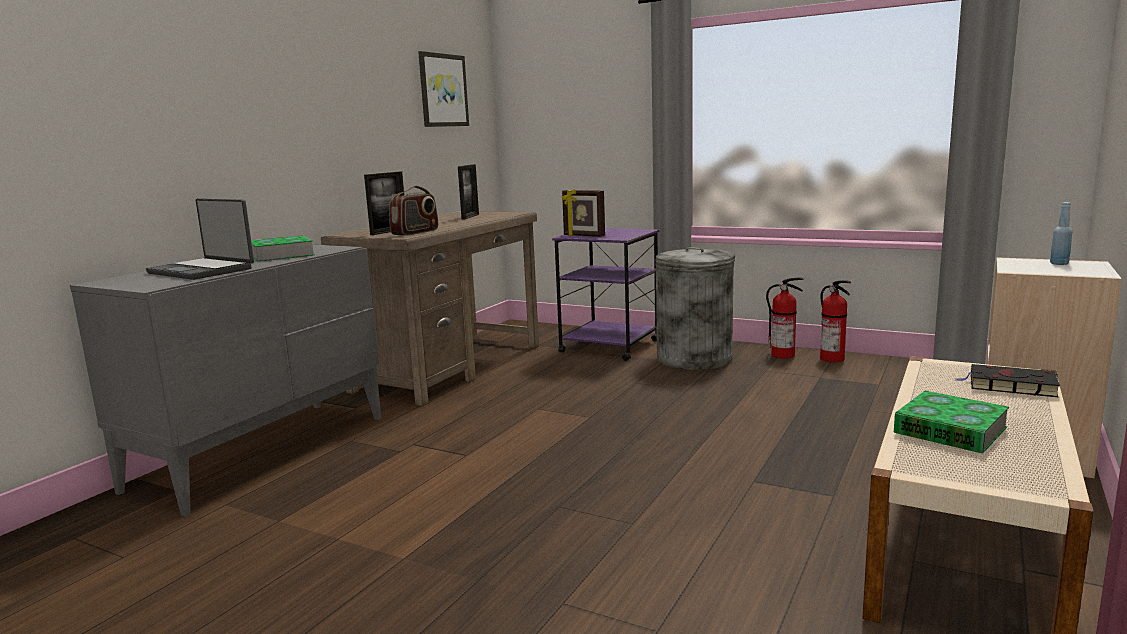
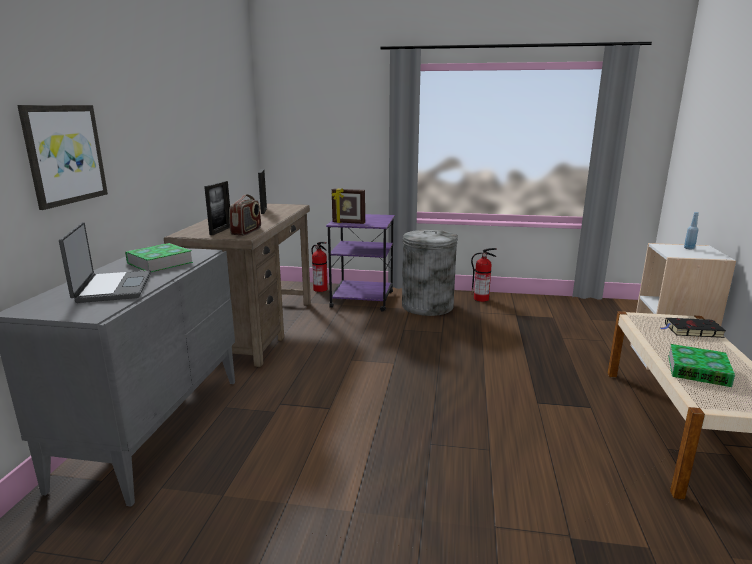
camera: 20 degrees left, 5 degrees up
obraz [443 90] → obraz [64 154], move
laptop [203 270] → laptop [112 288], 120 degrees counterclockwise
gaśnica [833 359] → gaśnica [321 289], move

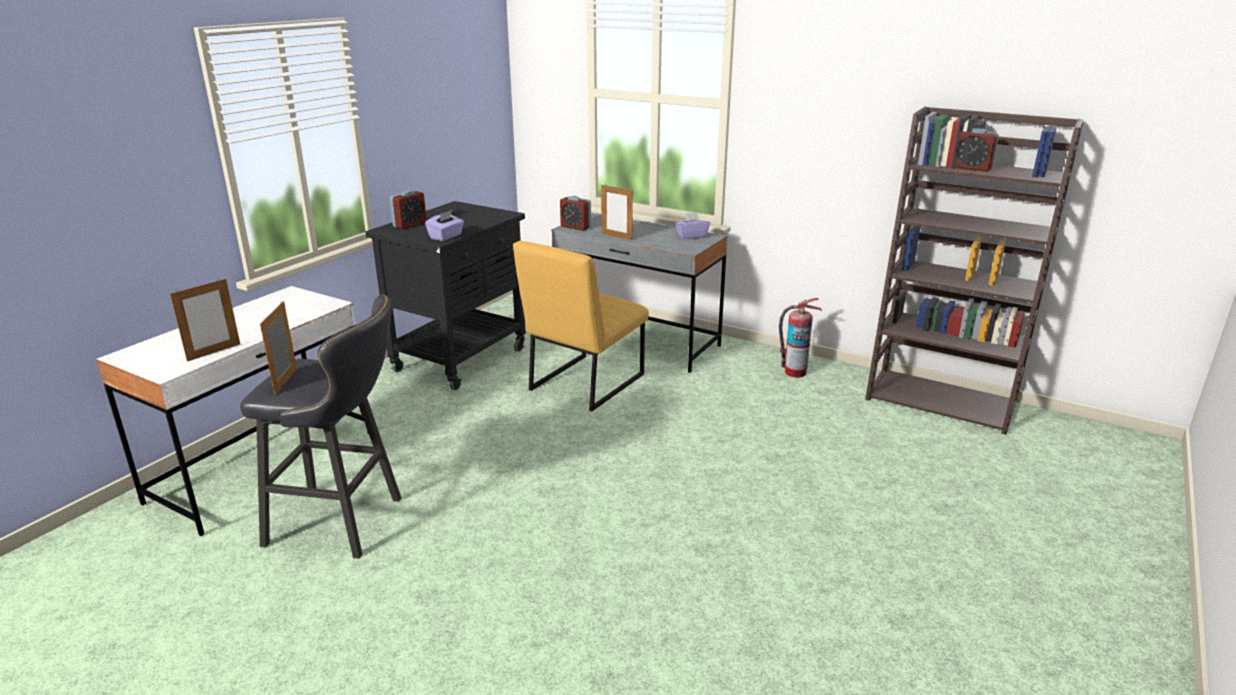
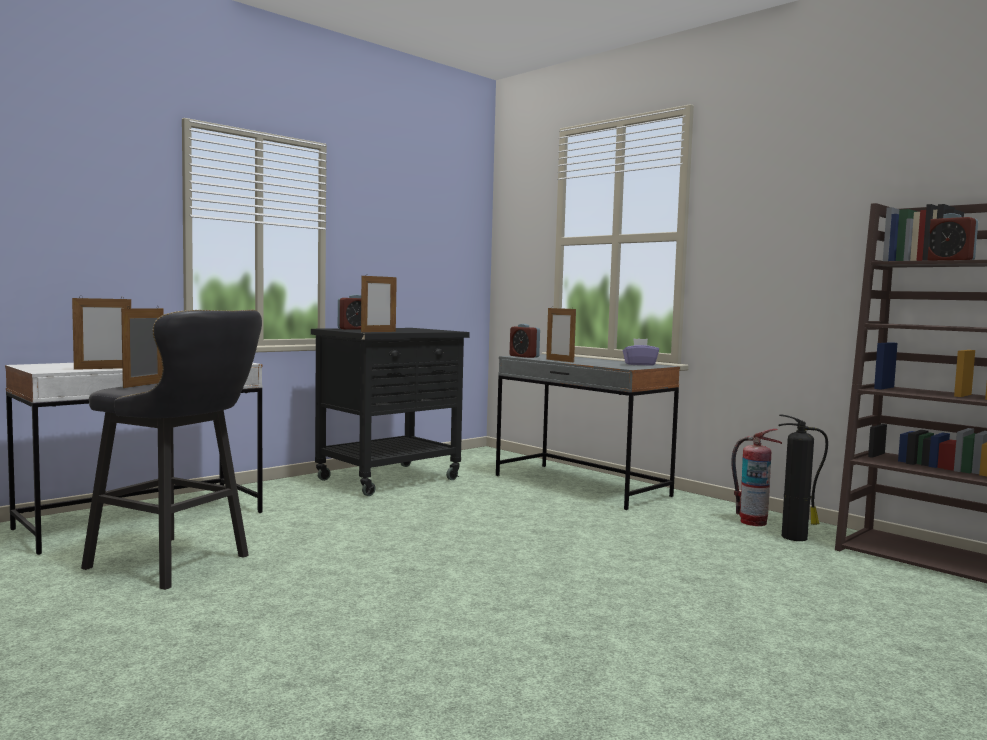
camera: 15 degrees right, 20 degrees down
pudełko chusteczek (fioletowy) [446 237] → ramka na zdjęcie [378 332]
- → gaśnica [796 537]
krzesło (żółty) [584 383] → -

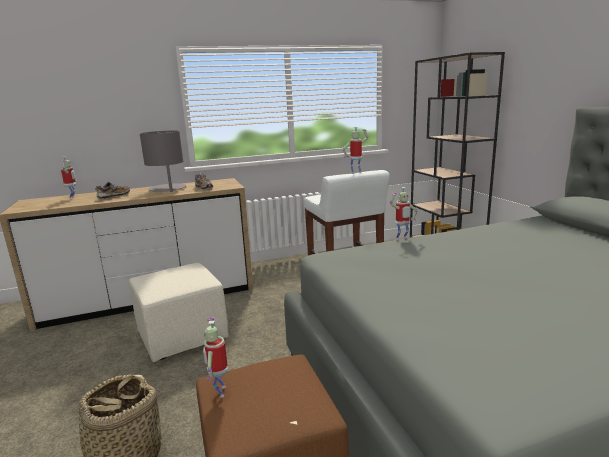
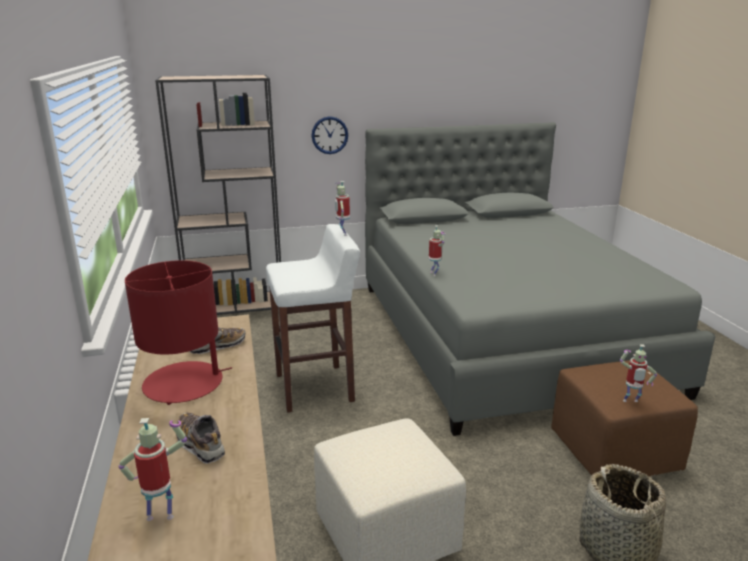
camera: 85 degrees left, 5 degrees up
lampa stołowa (szary) [168 189] → lampa stołowa (czerwony) [184 383]
- → zegar ścienny [329 135]

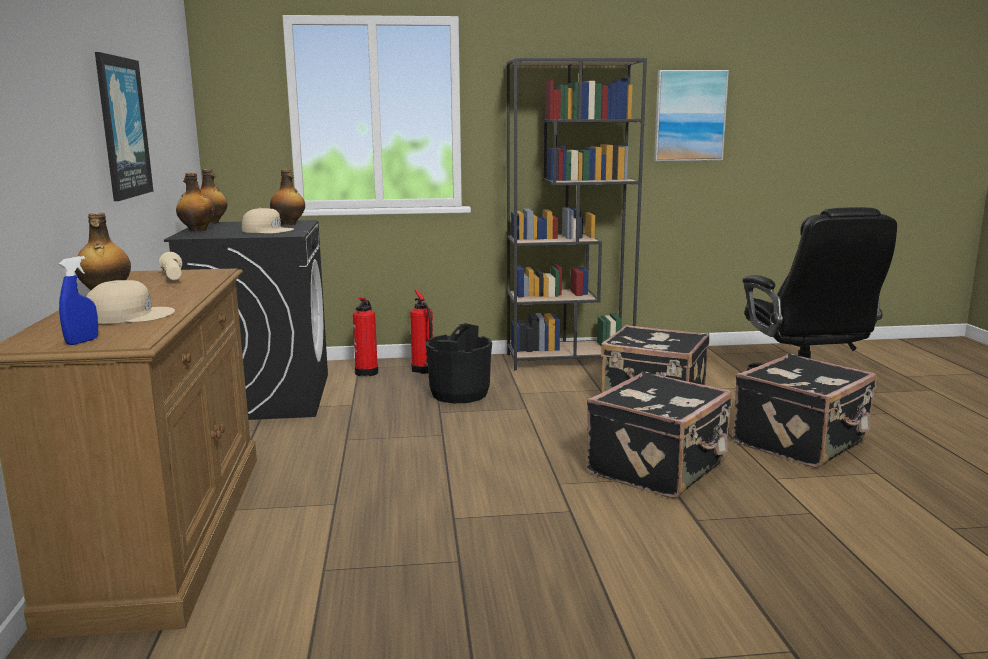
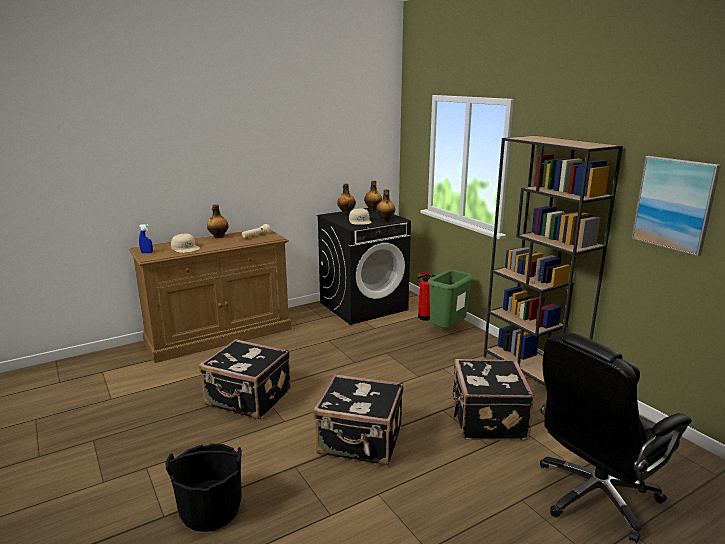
camera: 65 degrees right, 5 degrees up
wiadro (czarny) [459 394] → wiadro (czarny) [210 510], move
walizka (czarny) [802 442] → walizka (czarny) [248 399], move
gaśnica [423 371] → kosz na śmieci (zielony) [447 330]
obraz [122 127] → -

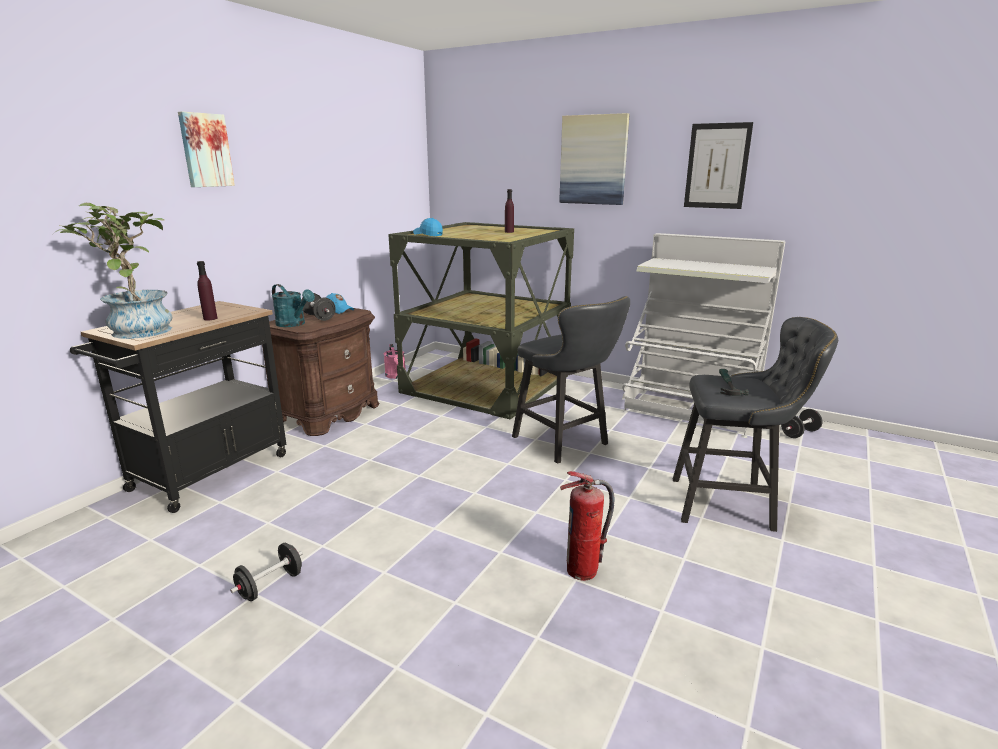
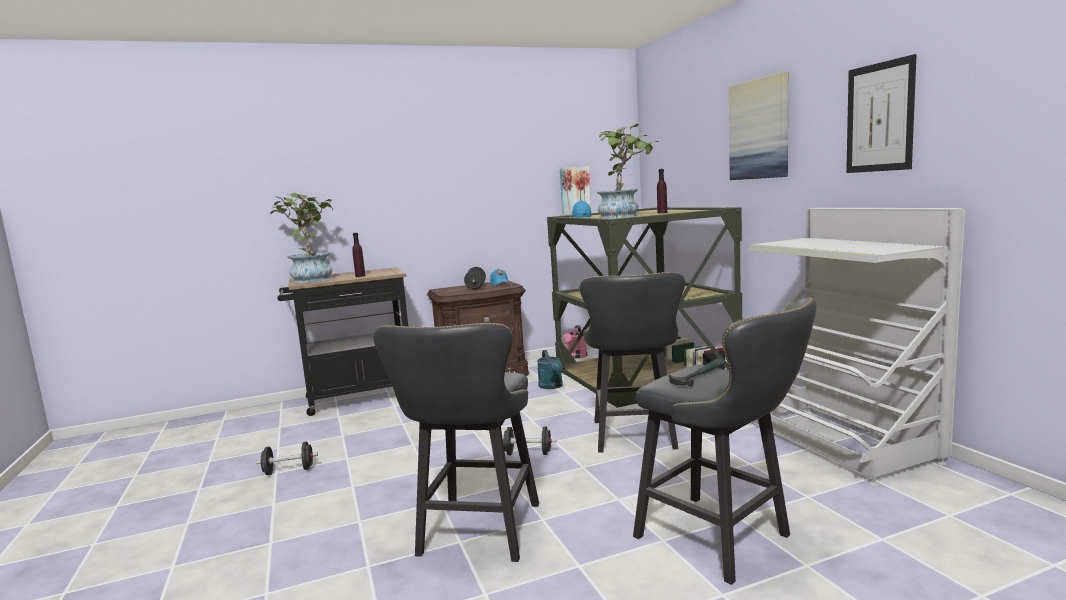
camera: 40 degrees right, 10 degrees down
gaśnica [583 570] → stołek (szary) [476 538]
hantel (czarny) [799 433] → hantel (czarny) [528 453], move
konewka (turkusowy) [294 324] → konewka (turkusowy) [552 386], move
obraz [205 150] → obraz [574 190], move
- → roślina doniczkowa [625 216]

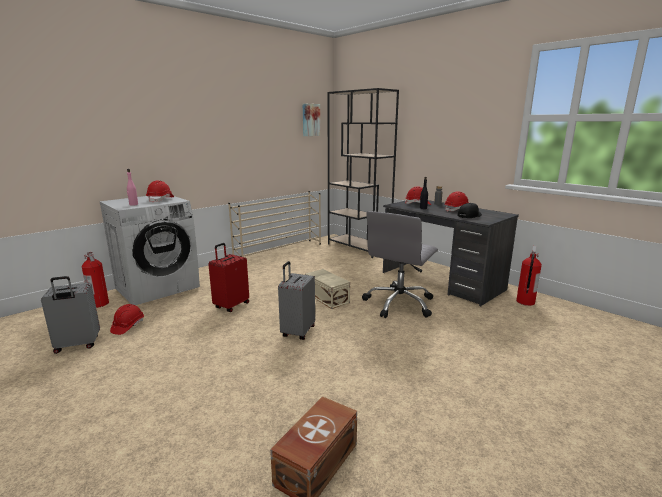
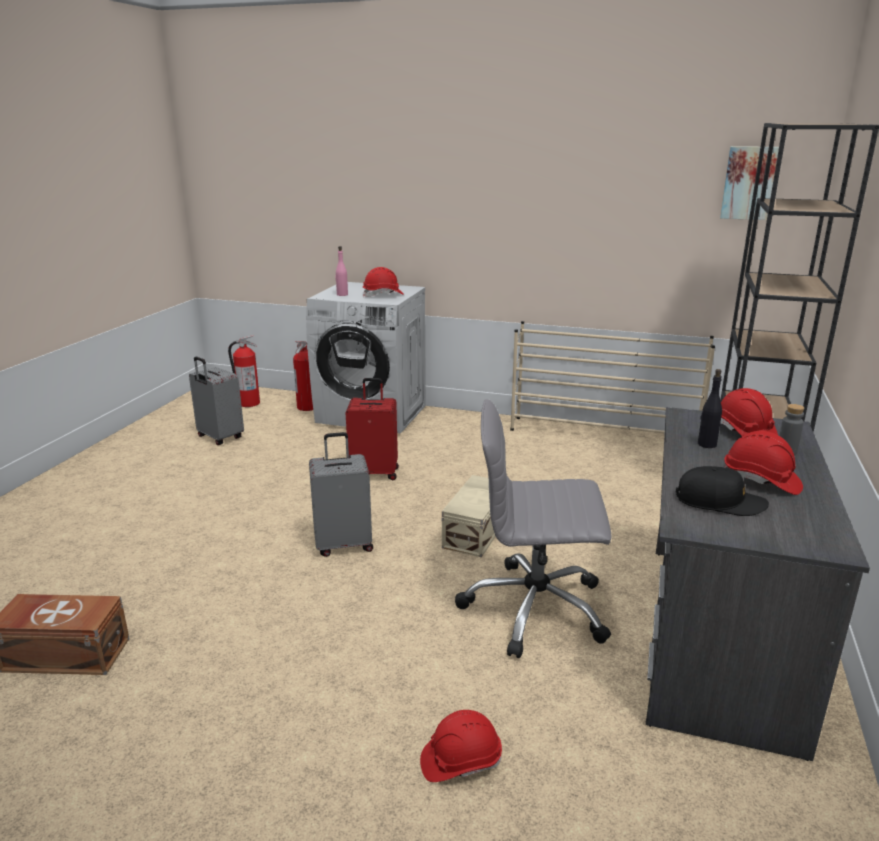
camera: 60 degrees right, 5 degrees up
gaśnica [525 302] → gaśnica [249 403], move
kask (czerwony) [128 326] → kask (czerwony) [460 761], move

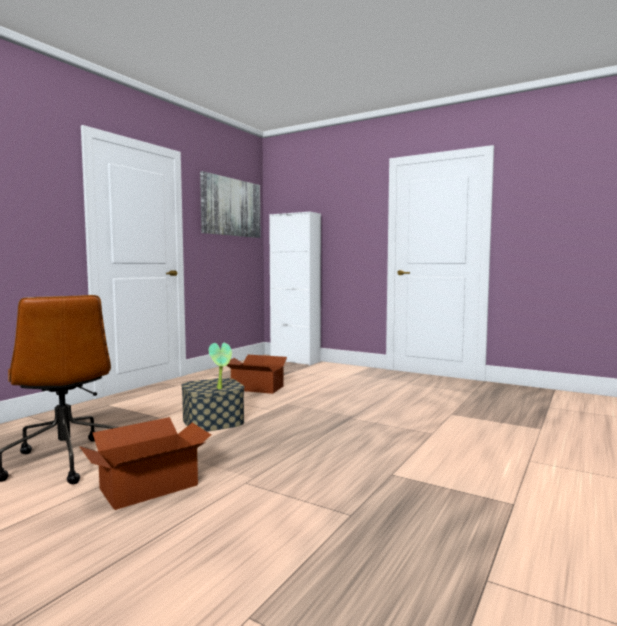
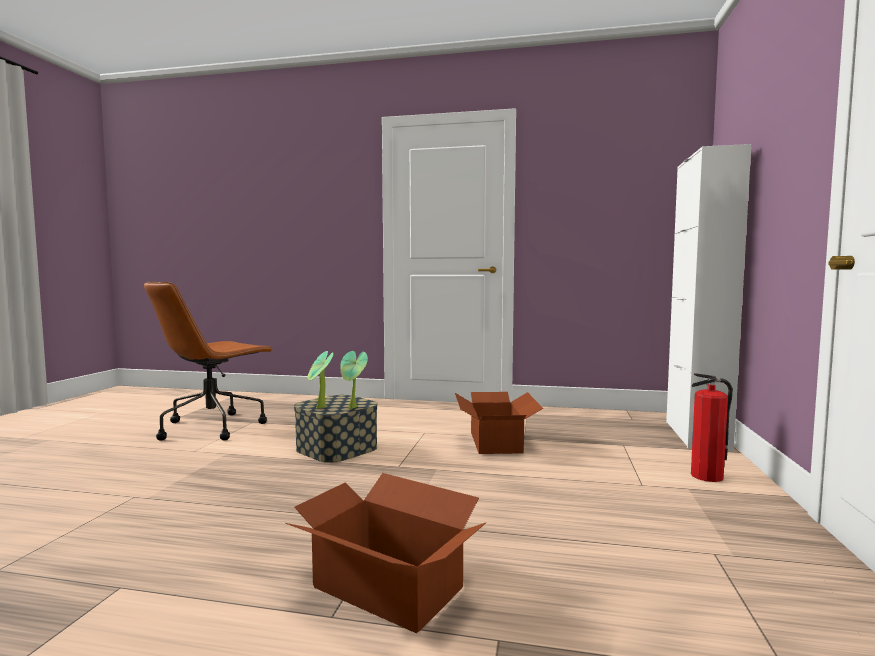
camera: 70 degrees right, 0 degrees up
karton [150 487] → karton [387 588], move
- → roślina doniczkowa [353 408]
- → gaśnica [707 476]
obraz [231 207] → -

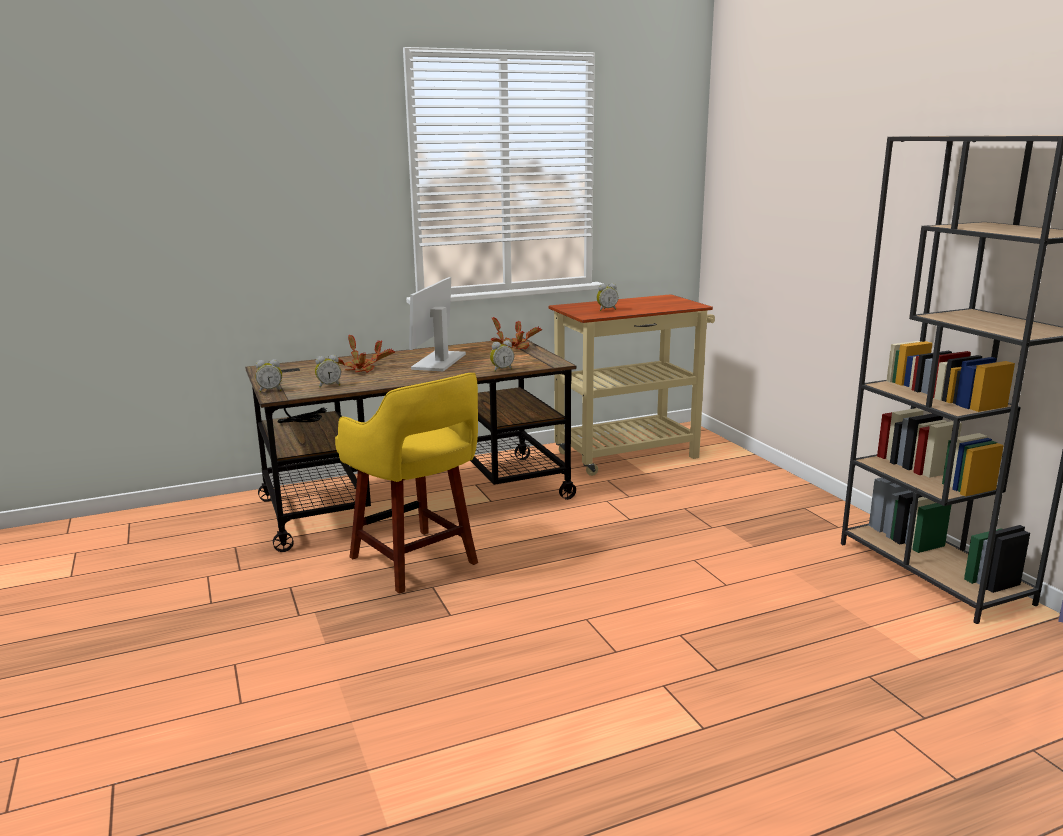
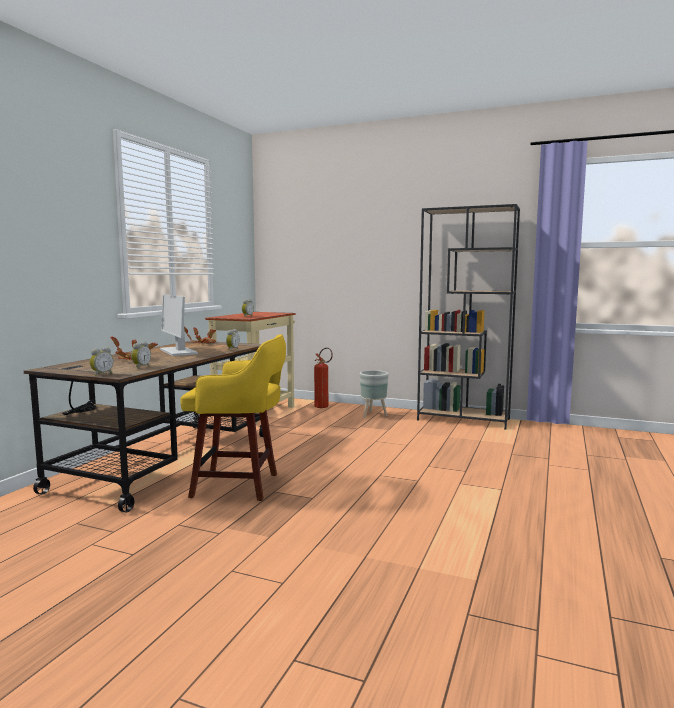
camera: 45 degrees left, 10 degrees down
- → gaśnica [323 407]
- → donica (szary) [374 415]

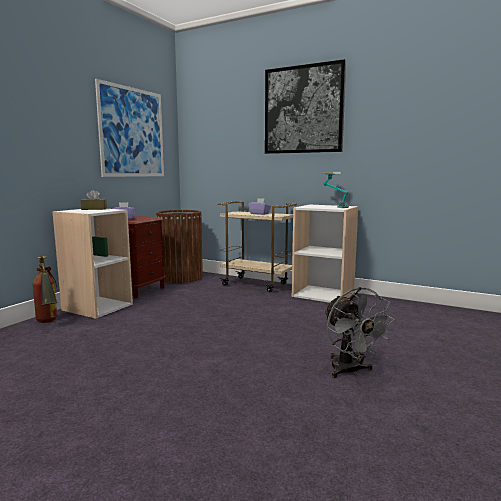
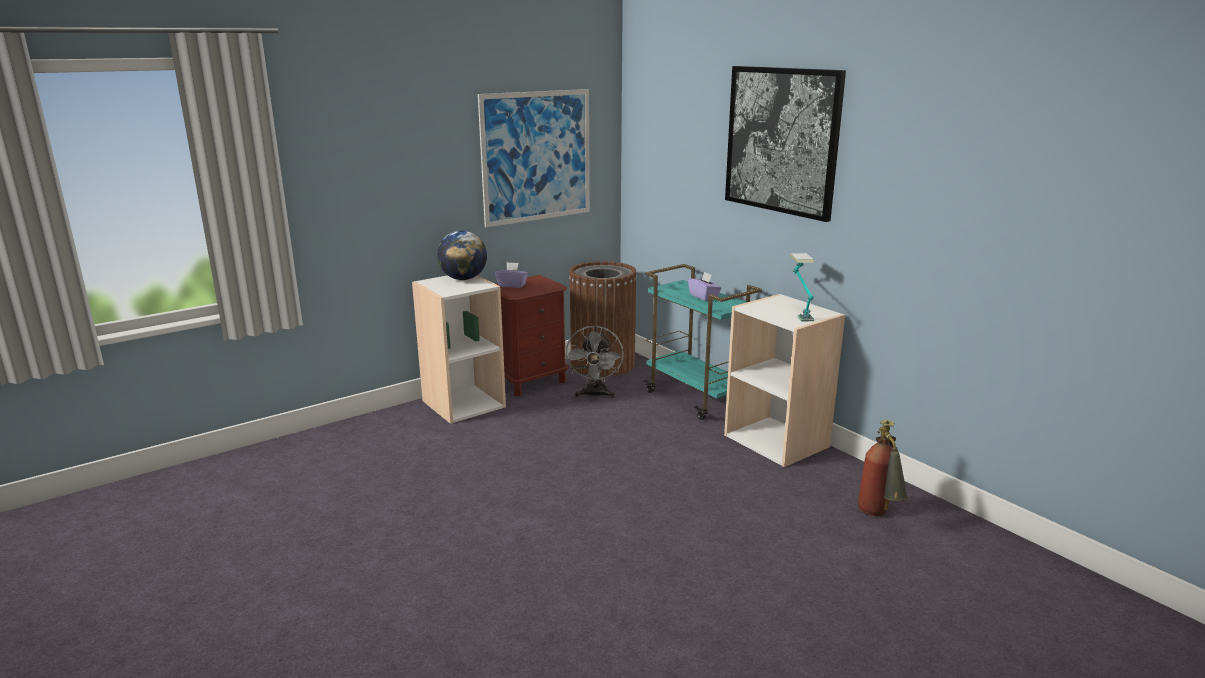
camera: 25 degrees right, 10 degrees up
pudełko chusteczek (brązowy) [94 209] → globus [463 279]
wentylator (szary) [350 371] → wentylator (szary) [595 395], move
wózek (beżowy) [257 285] → wózek (turkusowy) [696 400]
gaśnica [48 322] → gaśnica [878 516], move

